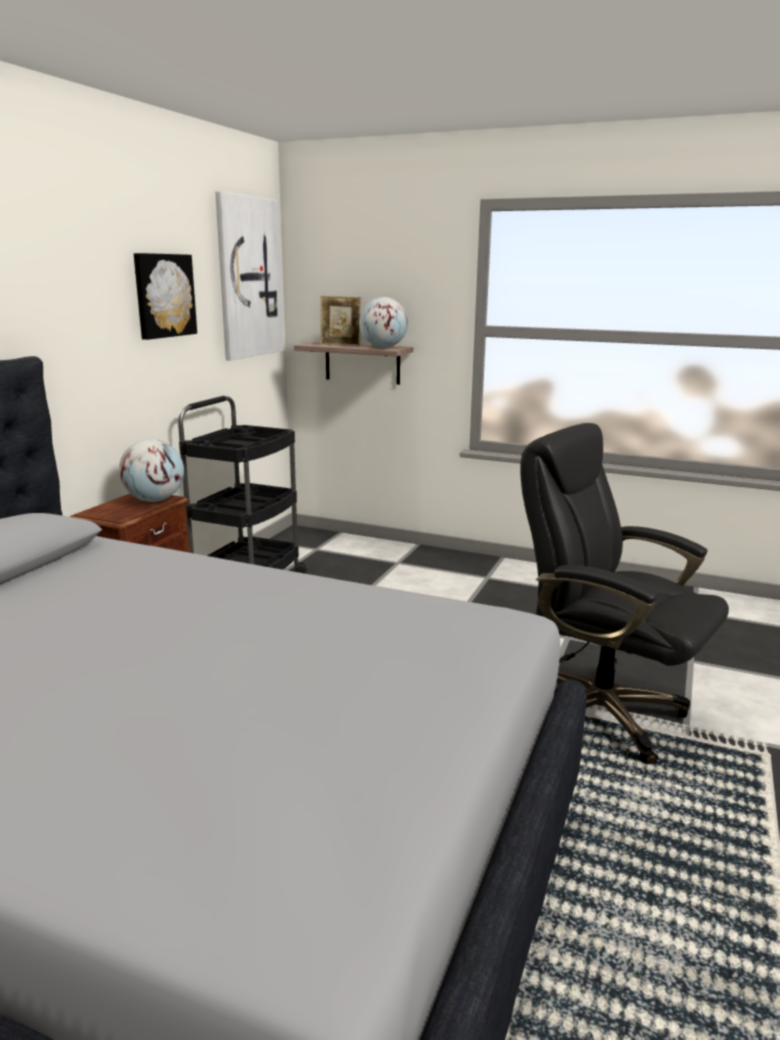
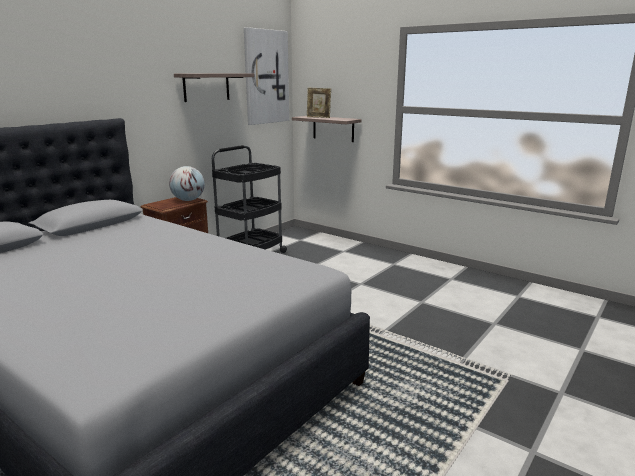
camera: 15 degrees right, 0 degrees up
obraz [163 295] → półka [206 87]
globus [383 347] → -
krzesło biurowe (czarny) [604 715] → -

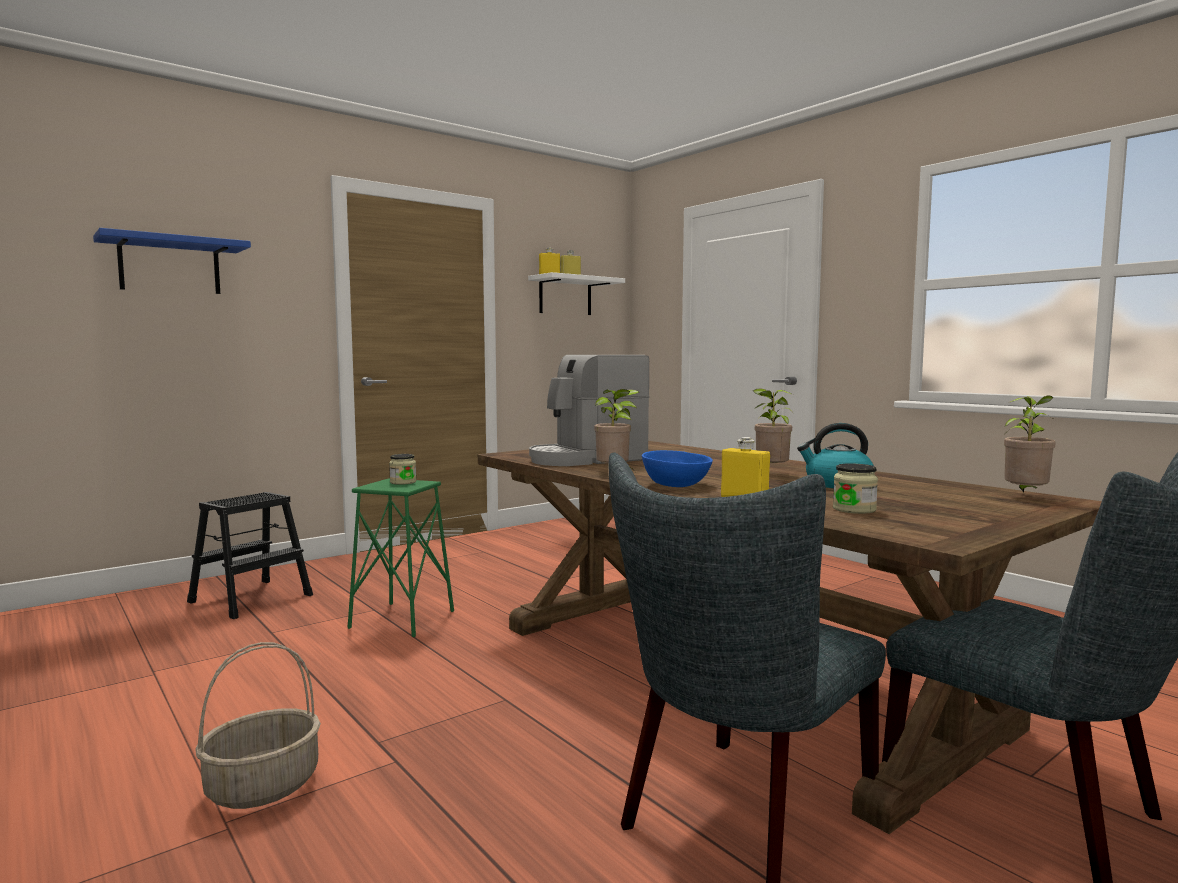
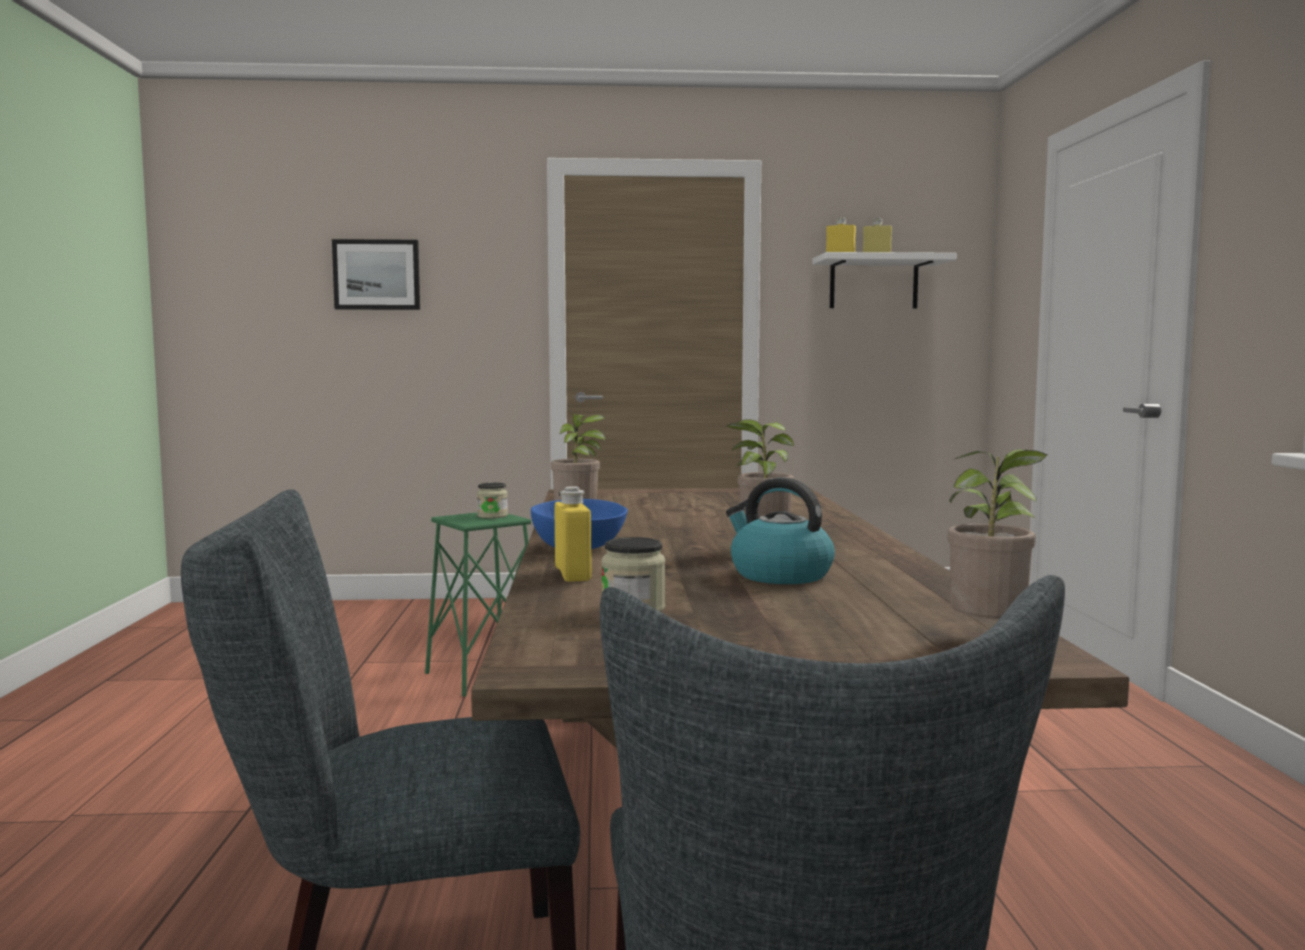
camera: 35 degrees right, 0 degrees up
półka (niebieski) [170 266] → obraz [377 275]
drabinka (czarny) [251 598] → -
koszyk [263 786] → -
ekspres do kawy [586 459] → -

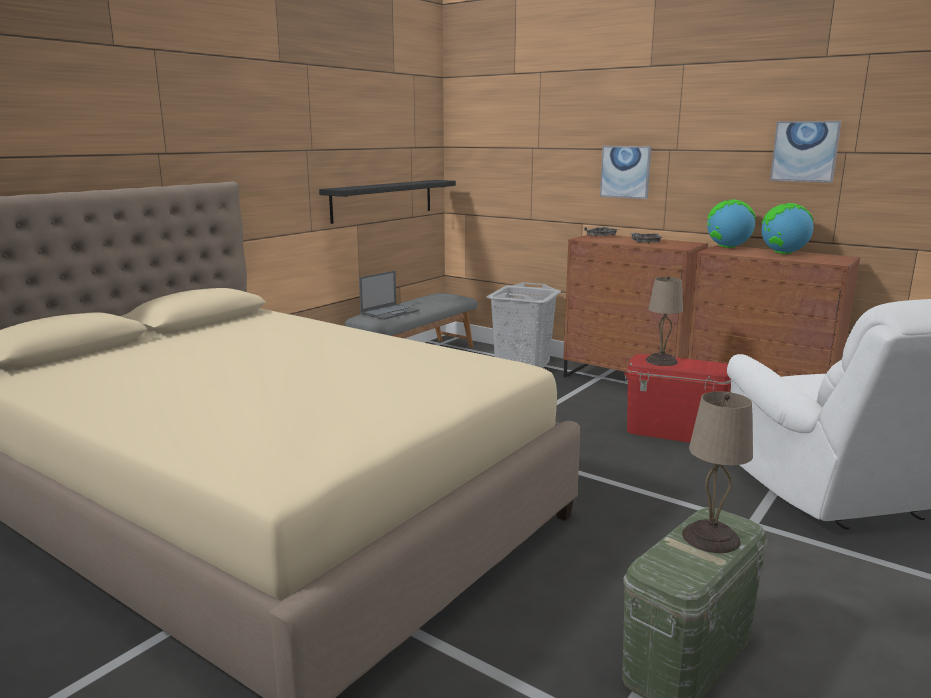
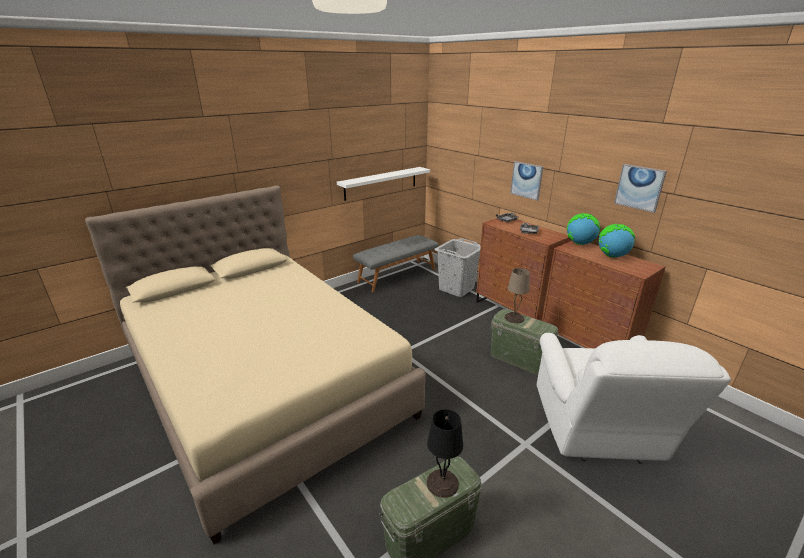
camera: 15 degrees right, 10 degrees up
półka (czarny) [383 200] → półka (biały) [381 183]
lampa stołowa (beżowy) [710 538] → lampa stołowa (czarny) [441 483]
pojemnik do przechowywania (czerwony) [674 432] → pojemnik do przechowywania (zielony) [519 359]
laptop [390 312] → -

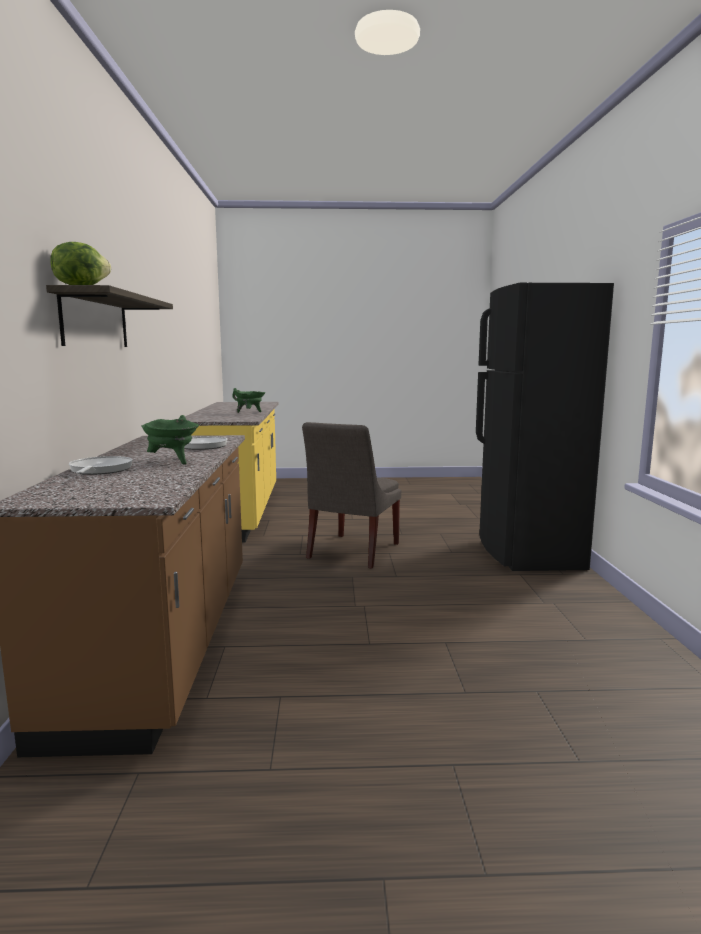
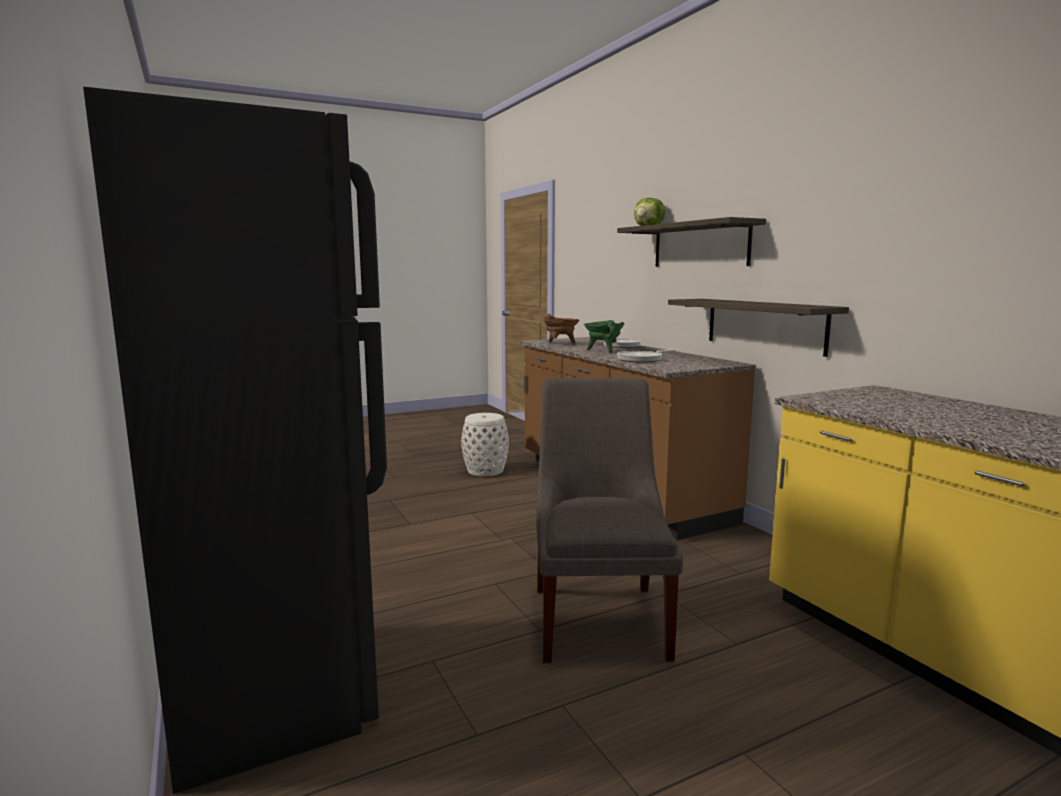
camera: 155 degrees right, 0 degrees up
- → stołek (biały) [485 471]
- → garnek (brązowy) [560 344]
- → półka [764 325]
garnek (zielony) [249 413] → -

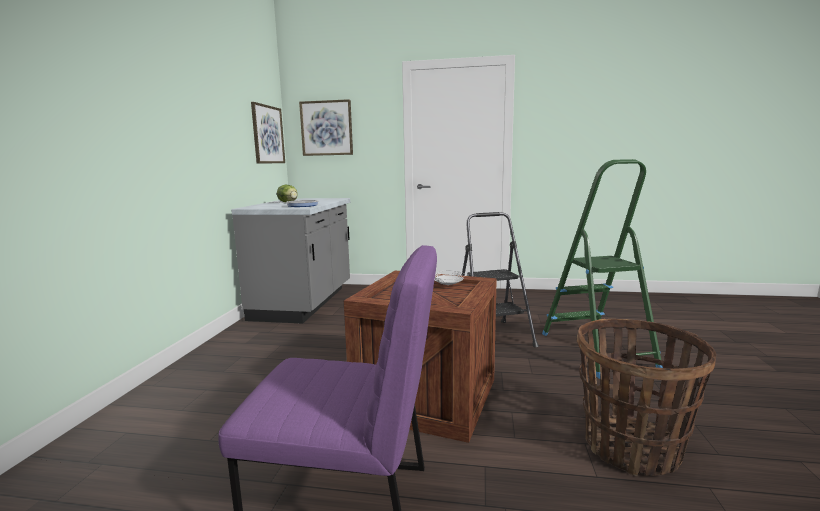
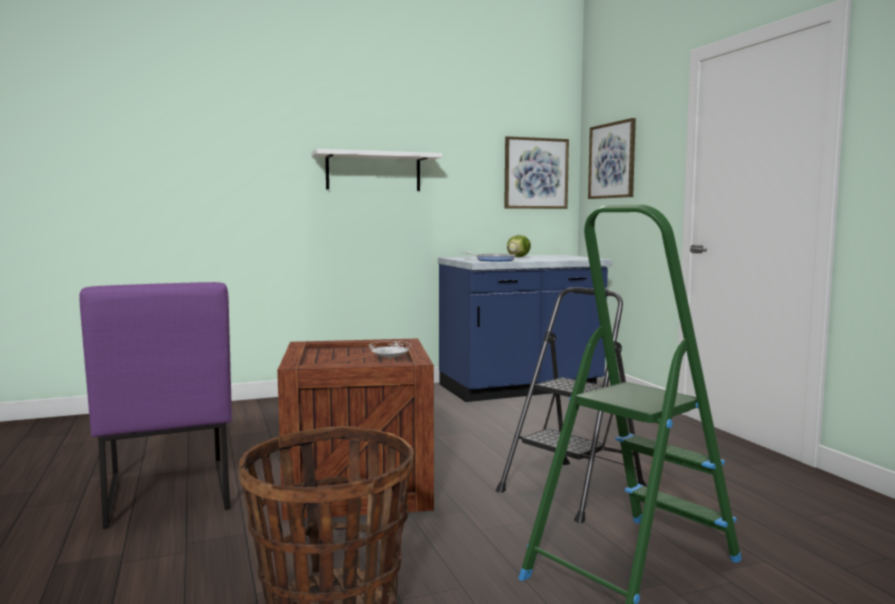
camera: 60 degrees right, 5 degrees down
- → półka (biały) [373 172]
zabudowa kuchenna (szary) [305 303] → zabudowa kuchenna (niebieski) [520 388]

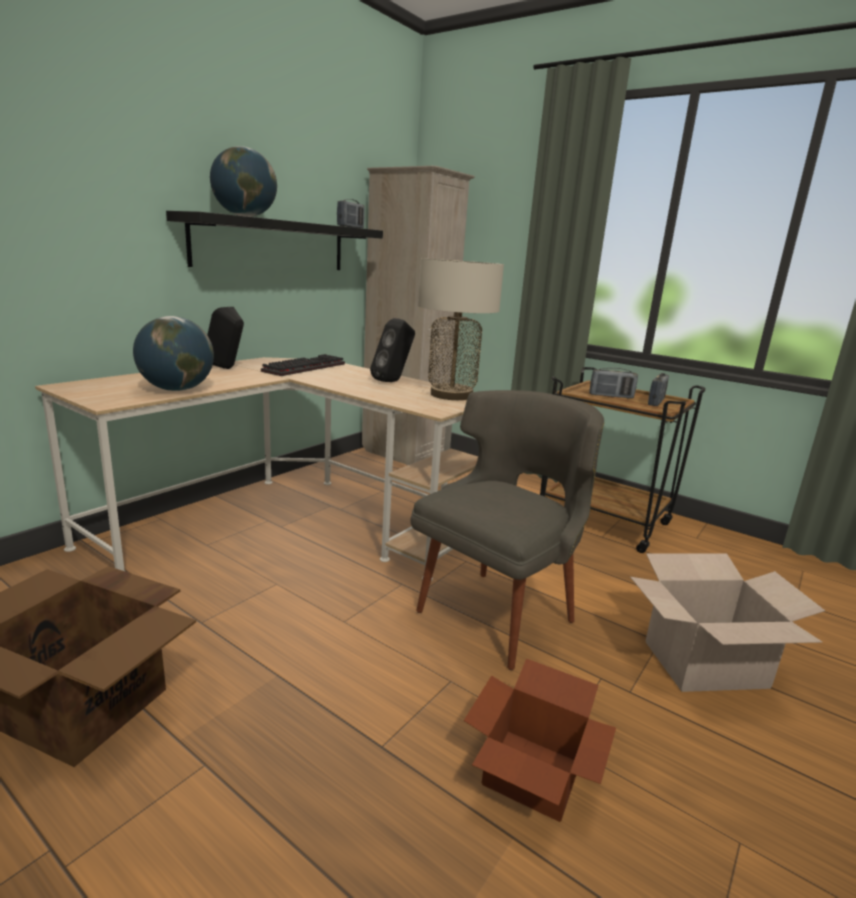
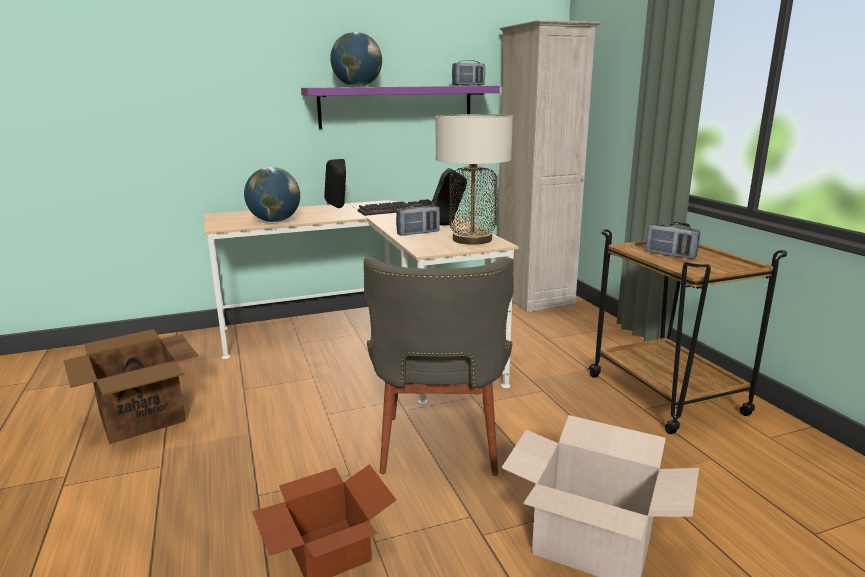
camera: 35 degrees right, 0 degrees up
półka (czarny) [272 245] → półka (fioletowy) [396 106]
krzesło (szary) [494 617] → krzesło (szary) [440 444], 105 degrees clockwise
radio [656 402] → radio [418 233], move

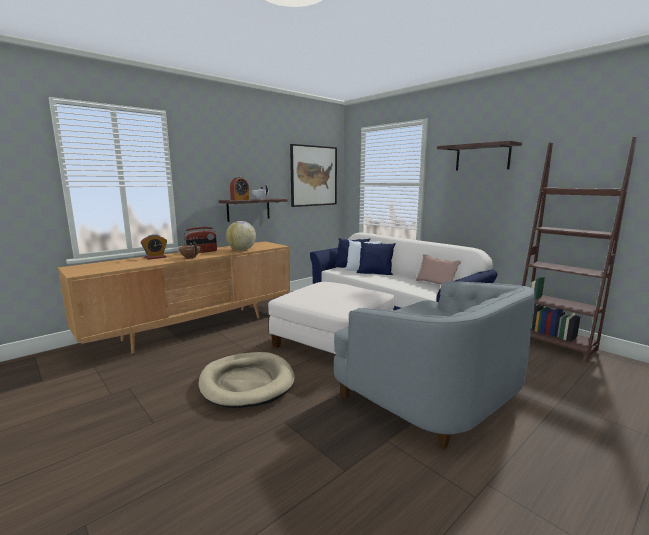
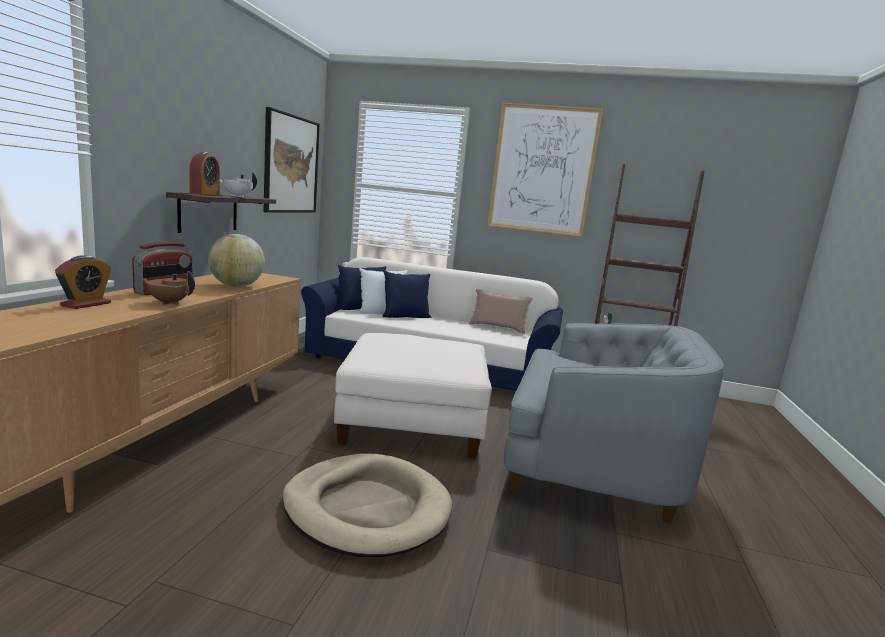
camera: 35 degrees left, 0 degrees up
półka [482 157] → obraz [542 170]

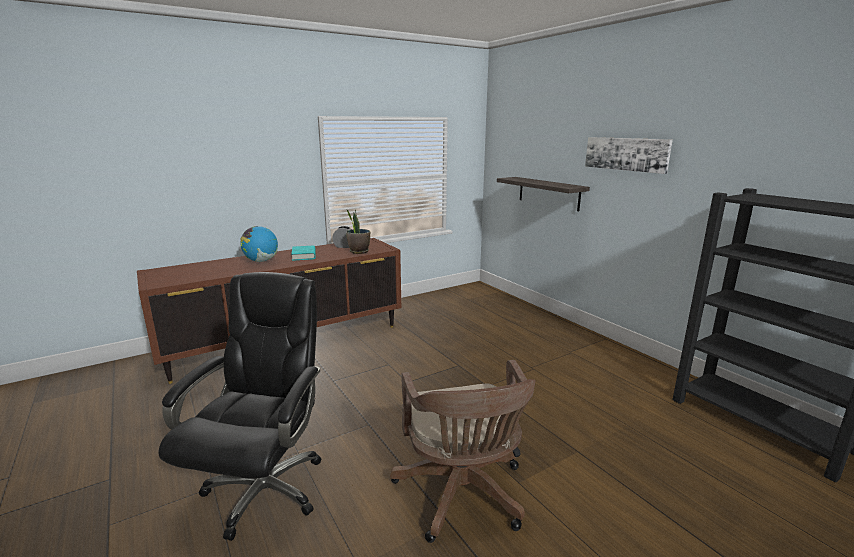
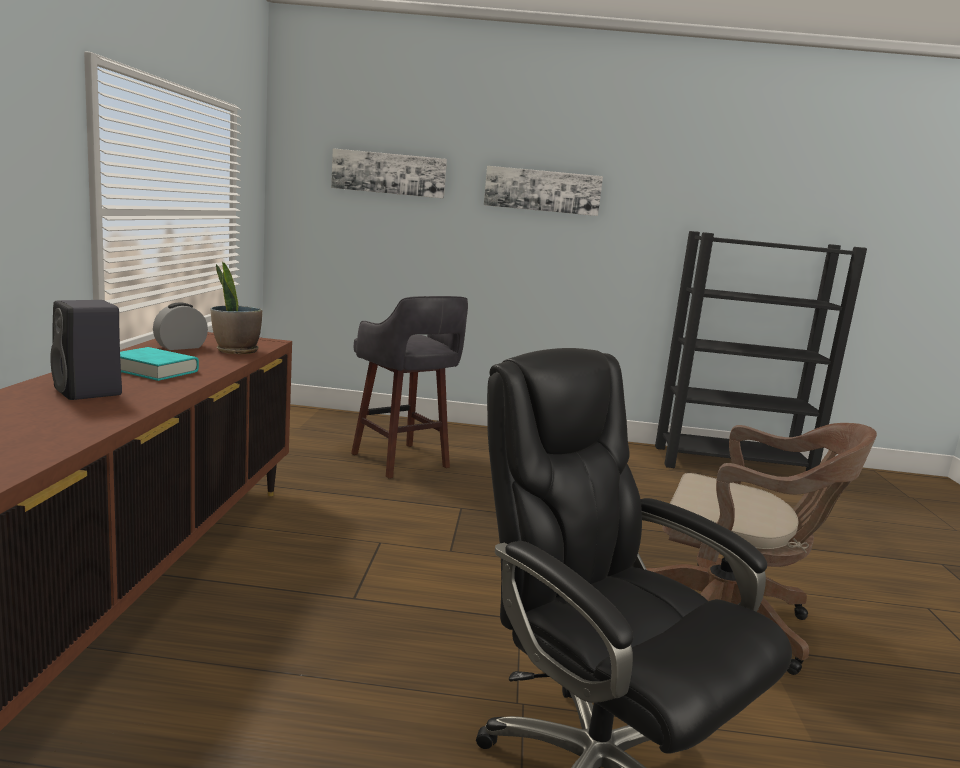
camera: 55 degrees left, 5 degrees down
globus [261 261] → głośnik (czarny) [89 392]
- → obraz [389 173]
- → stołek (szary) [402 462]
półka [548 193] → -

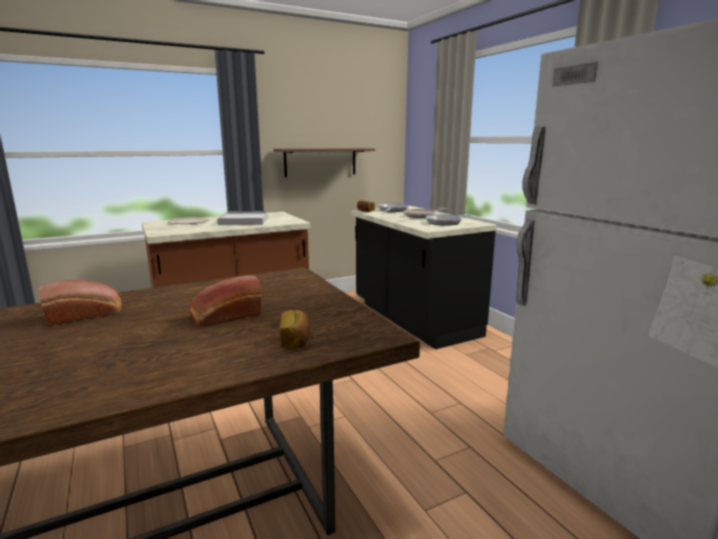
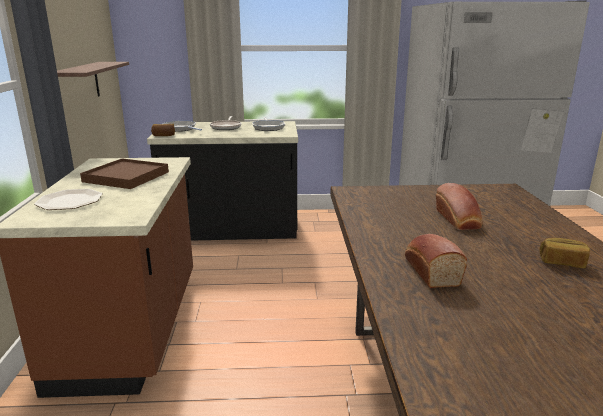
camera: 65 degrees left, 5 degrees up
taca (biały) [244 221] → taca (brązowy) [126 177]
chleb [296 340] → chleb [562 262], move

